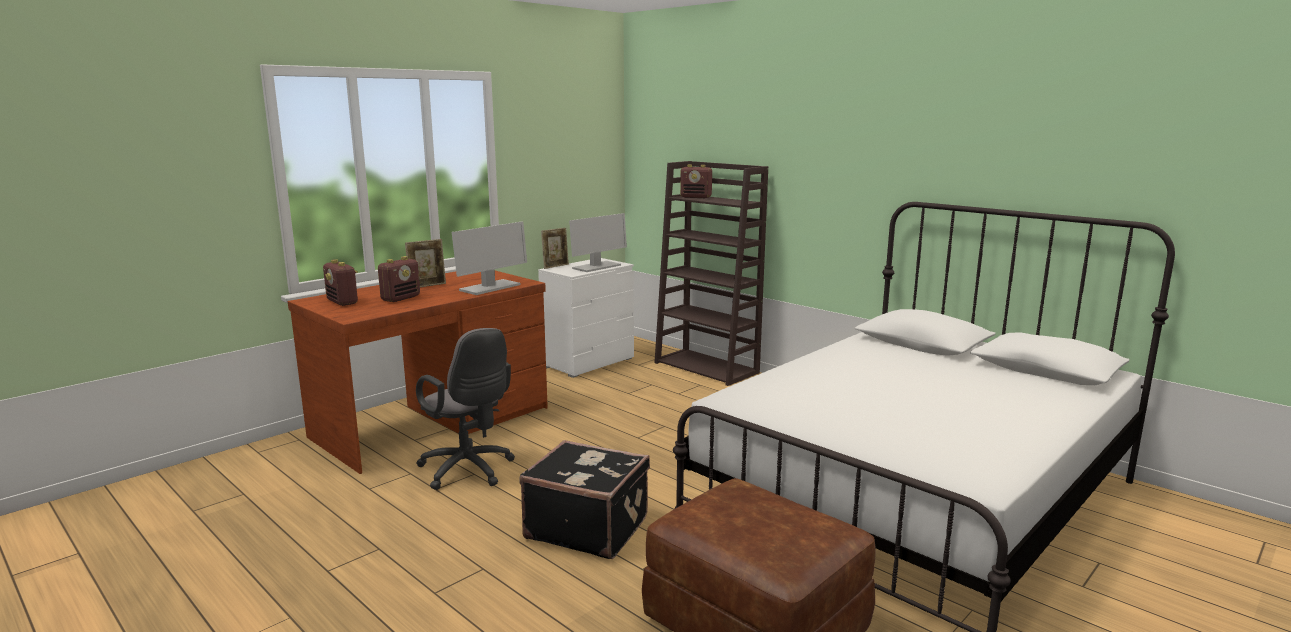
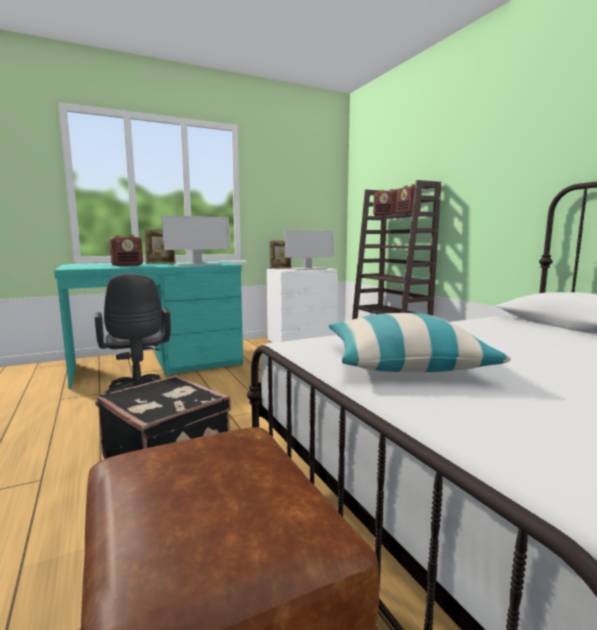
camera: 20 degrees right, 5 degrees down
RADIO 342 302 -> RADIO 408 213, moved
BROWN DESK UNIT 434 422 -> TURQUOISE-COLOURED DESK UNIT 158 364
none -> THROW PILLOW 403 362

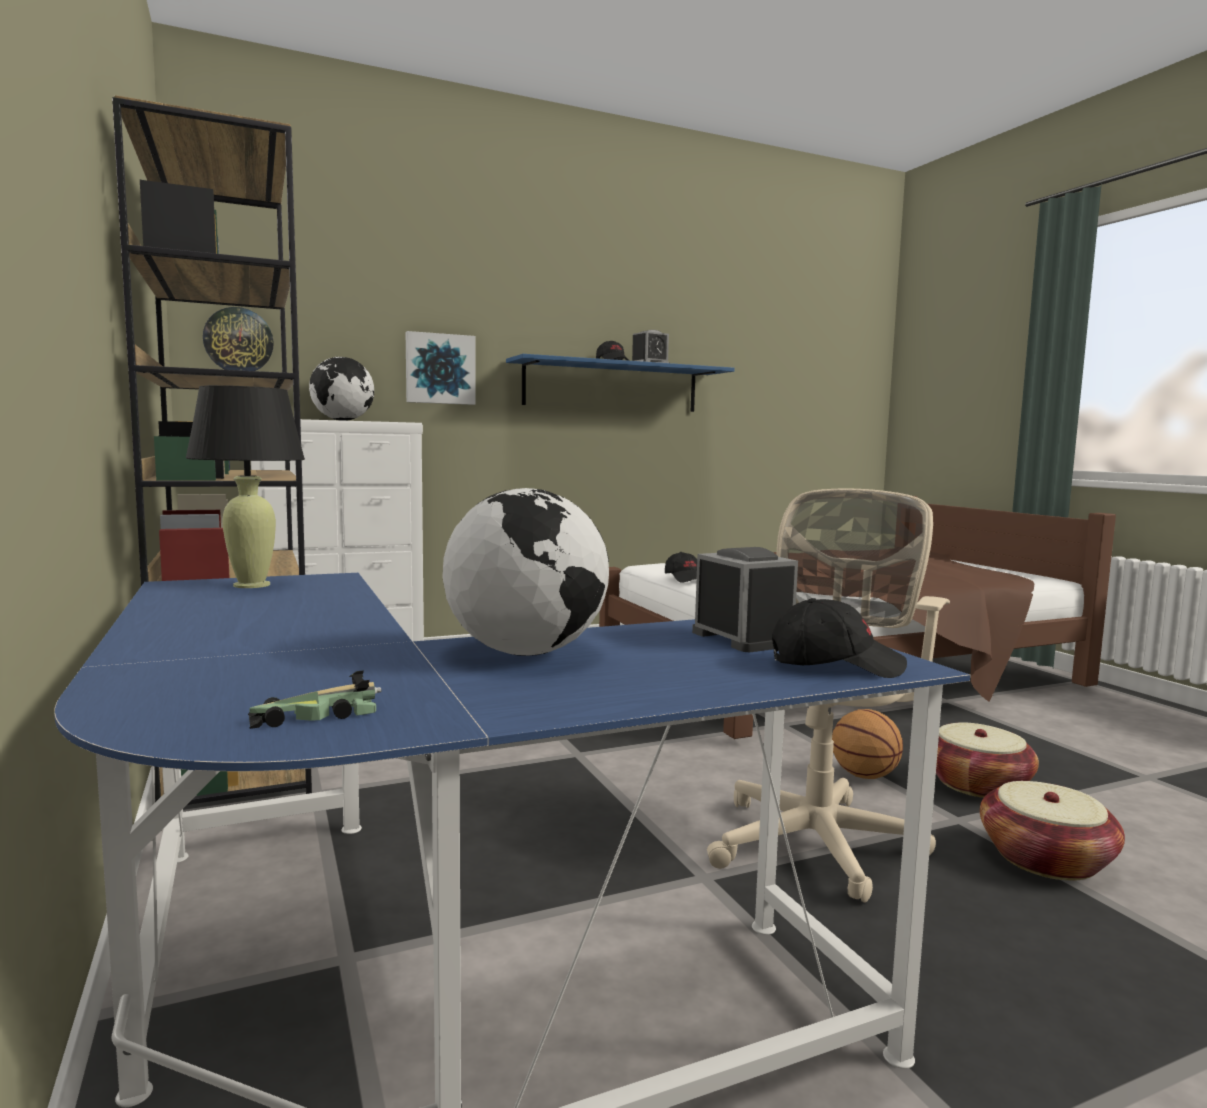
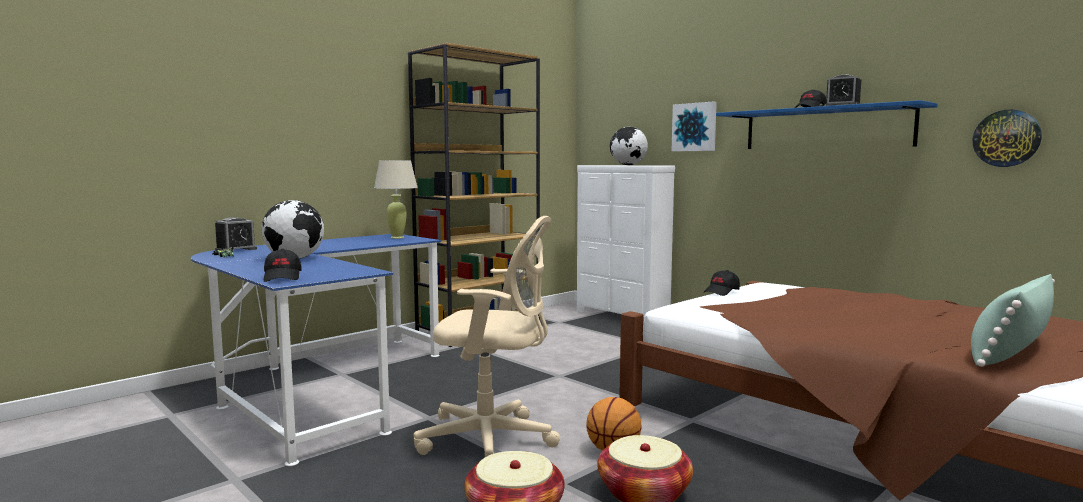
camera: 70 degrees right, 0 degrees up
HANGING CLOCK 238 340 -> HANGING CLOCK 1006 138, moved
BLACK LAMP FOR A TABLE 252 585 -> SAND-COLOURED LAMP FOR A TABLE 397 237
ALARM CLOCK 743 638 -> ALARM CLOCK 236 249, moved
none -> GREENISH THROW PILLOW 1009 351

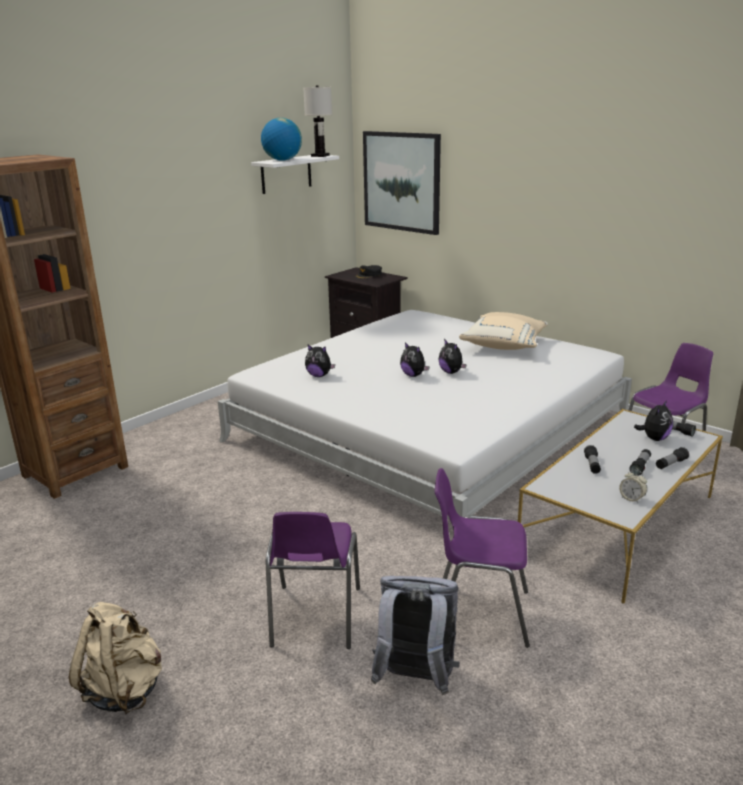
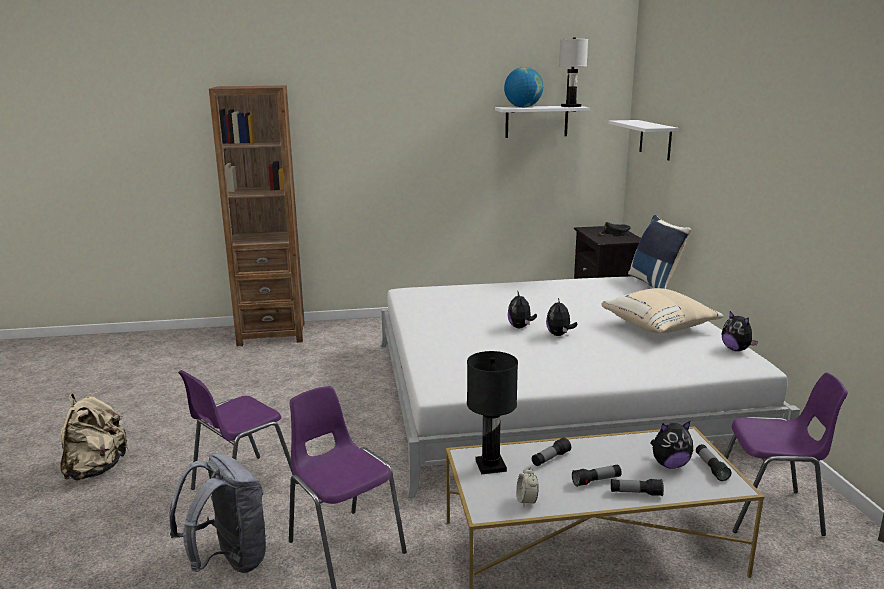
camera: 40 degrees right, 5 degrees down
PICTURE 401 182 -> WHITISH BRACKET SHELF 655 139
PLUSH TOY 319 375 -> PLUSH TOY 736 349, moved
none -> BLUE-COLOURED THROW PILLOW 655 284
none -> BLACK LAMP FOR A TABLE 491 466

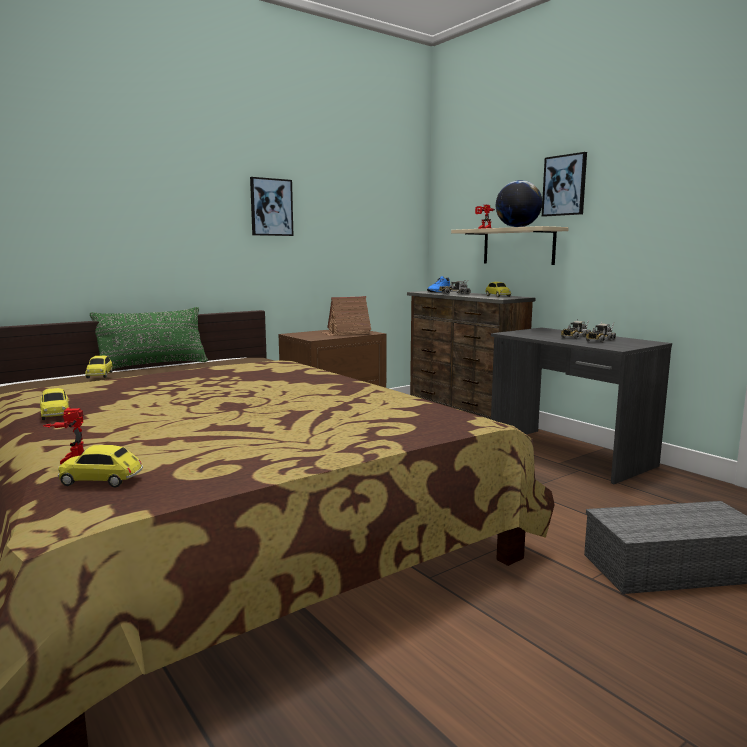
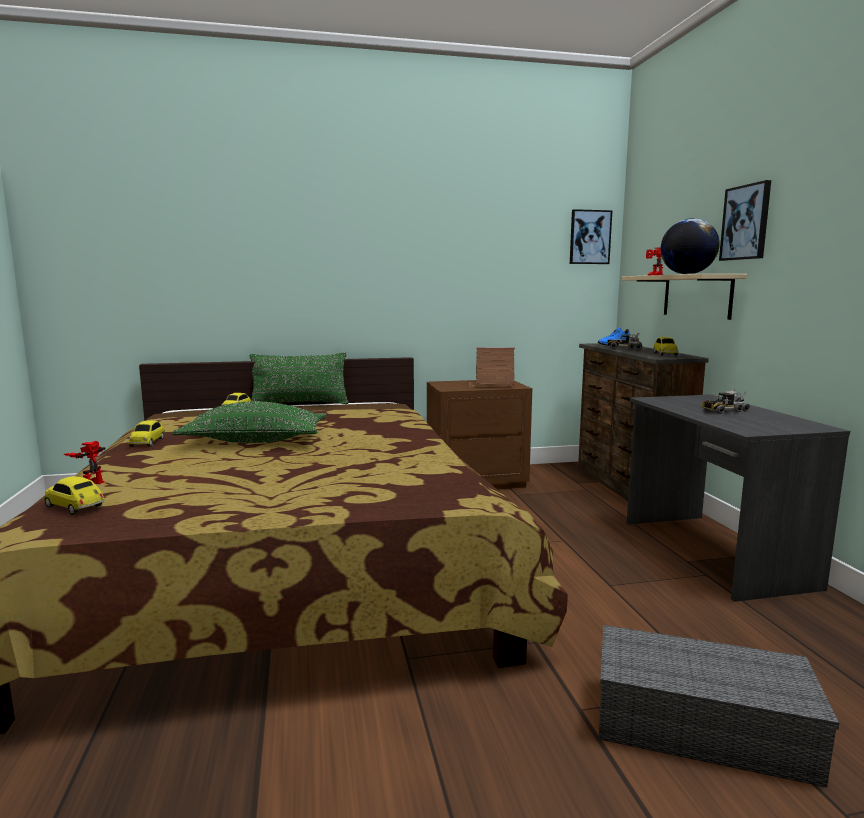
camera: 25 degrees right, 0 degrees up
PICTURE 271 207 -> PICTURE 589 237, moved
MODEL TRUCK 599 340 -> none
none -> GREENISH THROW PILLOW 255 441

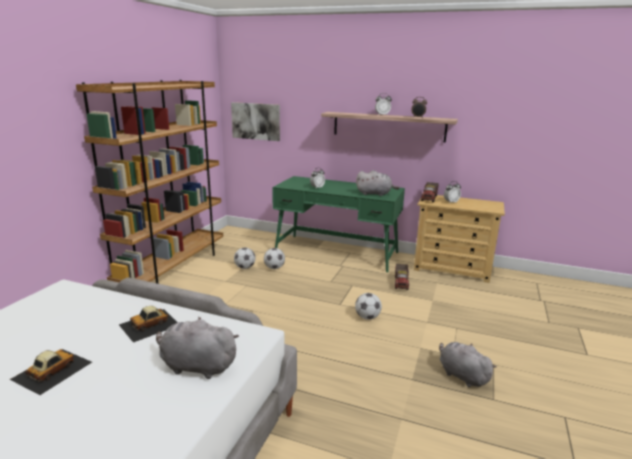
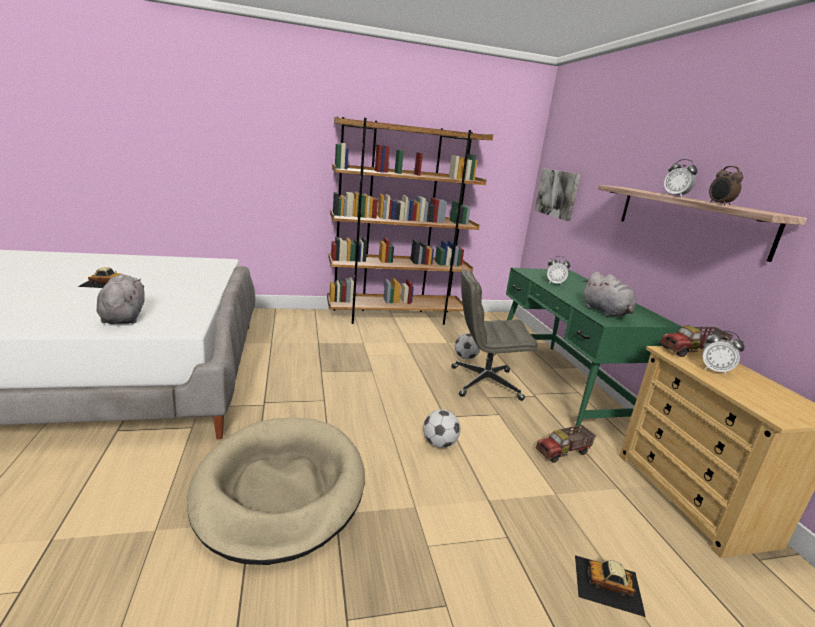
camera: 55 degrees right, 0 degrees up
FOOTBALL 245 267 -> none
MINIATURE CAR 150 324 -> MINIATURE CAR 608 584, moved
GREYISH PLUSH TOY 461 375 -> none
none -> GREYISH DESK CHAIR 484 383
none -> SAND-COLOURED DOG BED 280 489

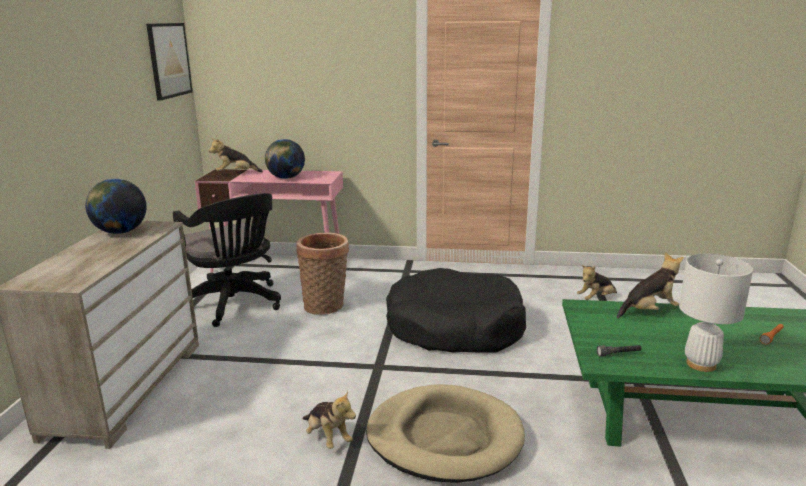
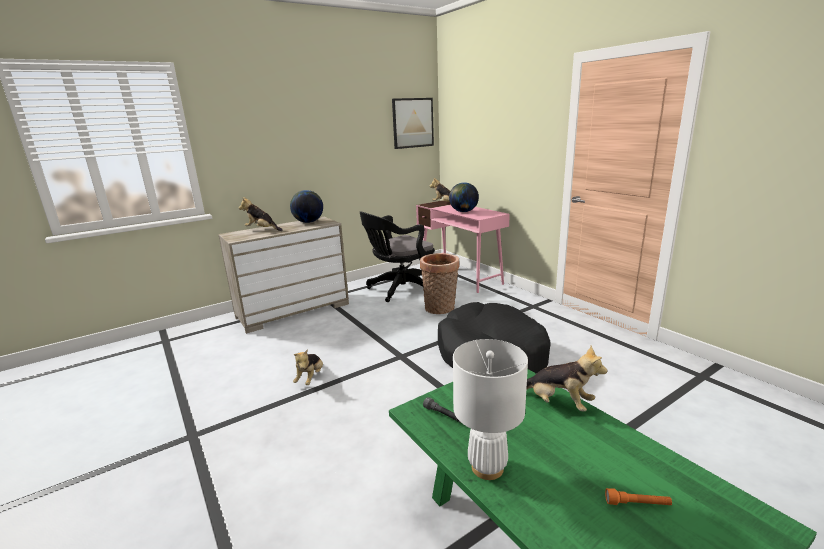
camera: 50 degrees right, 0 degrees up
BLACK DESK CHAIR 234 305 -> BLACK DESK CHAIR 399 289, 45 degrees clockwise
PLUSH TOY 596 299 -> PLUSH TOY 262 230, moved
SAND-COLOURED DOG BED 444 437 -> none

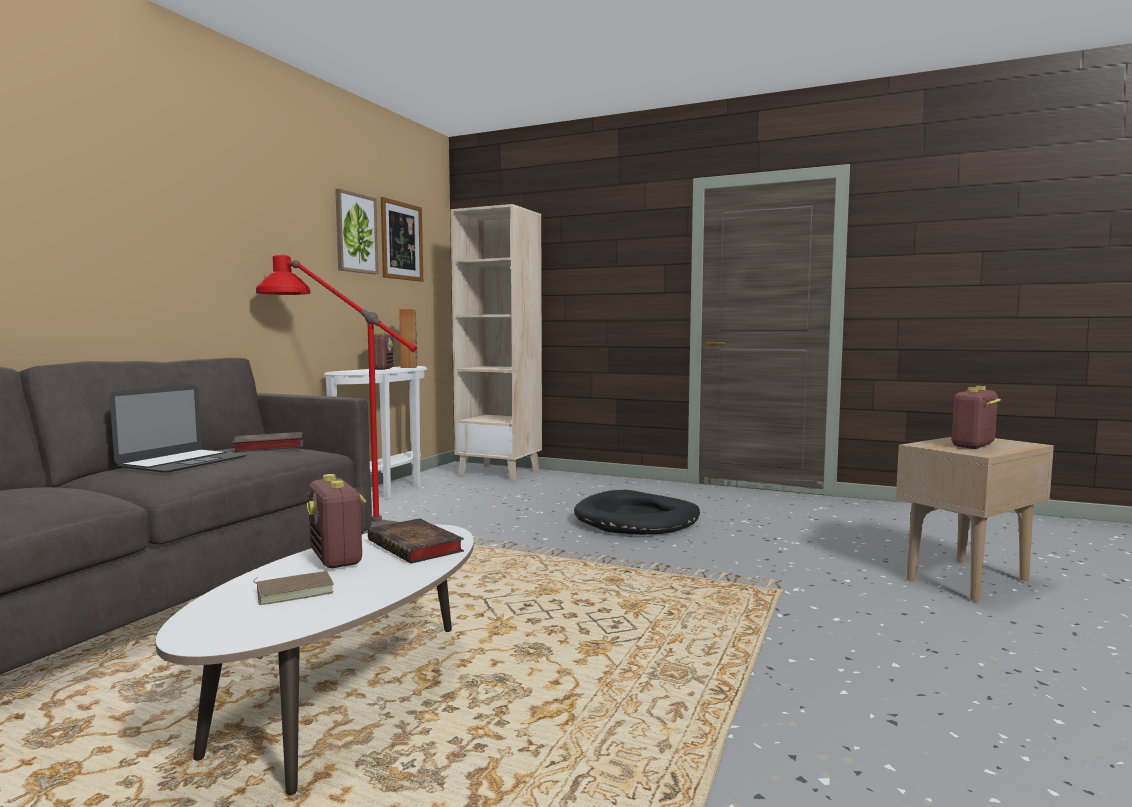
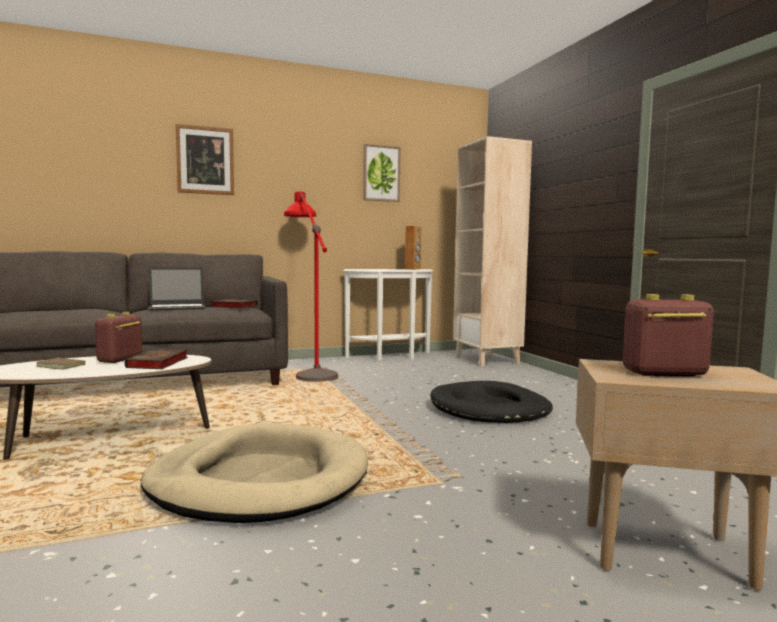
camera: 45 degrees right, 0 degrees up
PICTURE 401 241 -> PICTURE 205 160, moved
RADIO 381 369 -> none
none -> SAND-COLOURED DOG BED 259 480

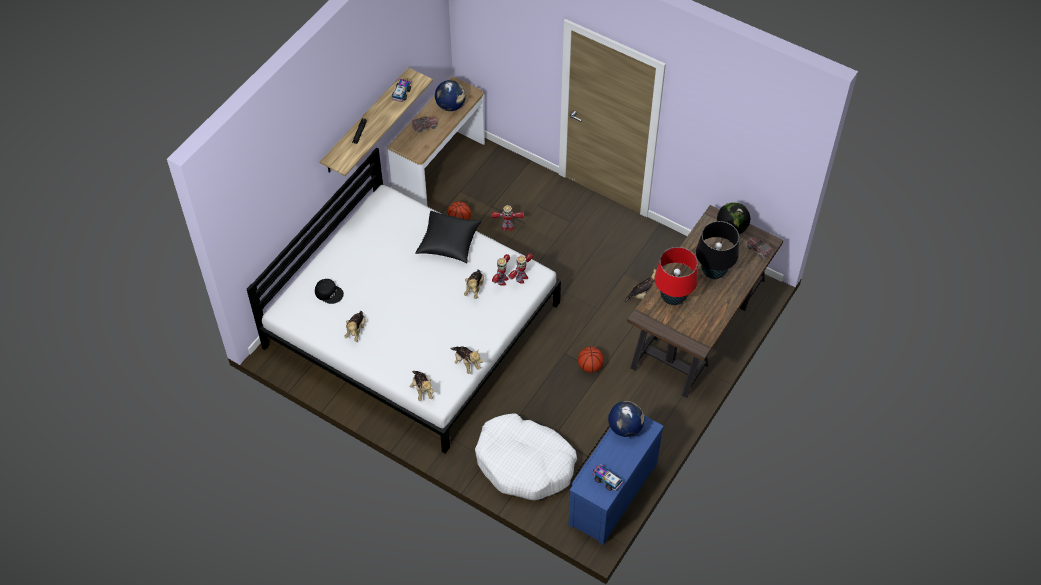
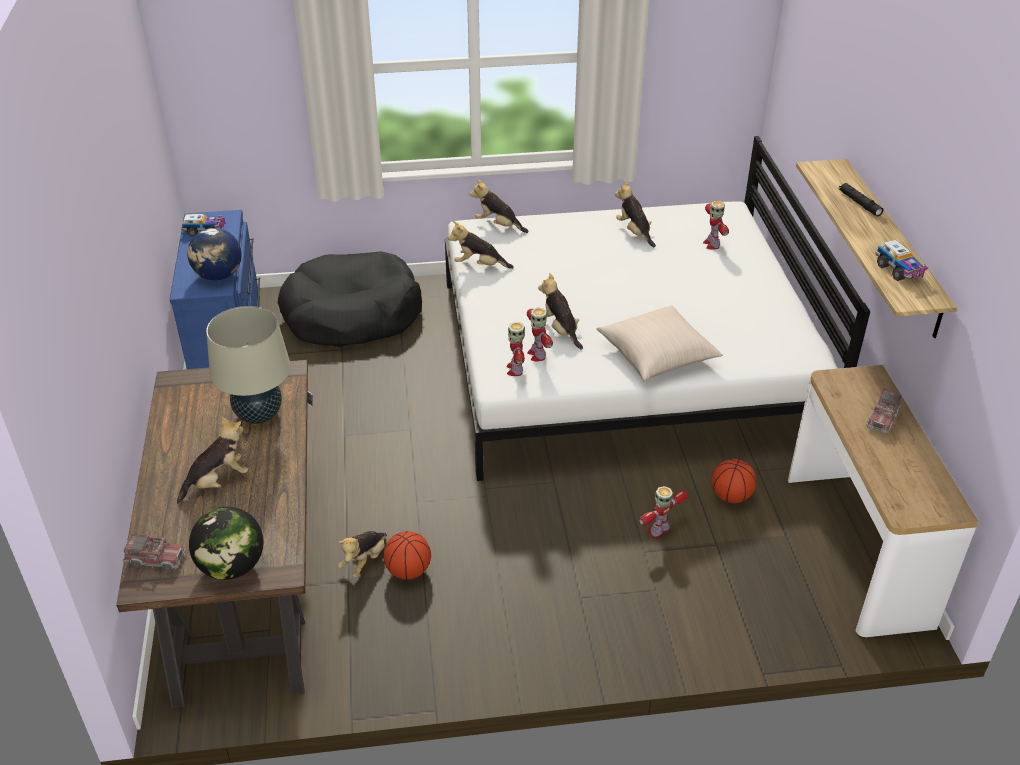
camera: 140 degrees right, 15 degrees down
GLOBE 451 106 -> none
BLACK THROW PILLOW 449 243 -> SAND-COLOURED THROW PILLOW 657 355
BLACK LAMP FOR A TABLE 713 272 -> PLUSH TOY 218 481
RED-COLOURED LAMP FOR A TABLE 673 298 -> SAND-COLOURED LAMP FOR A TABLE 259 415
BLACK CAP 329 292 -> ROBOT FIGURE 711 244
BASKETBALL 590 366 -> BASKETBALL 408 571, moved
WHITISH DOG BED 525 463 -> BLACK DOG BED 351 315

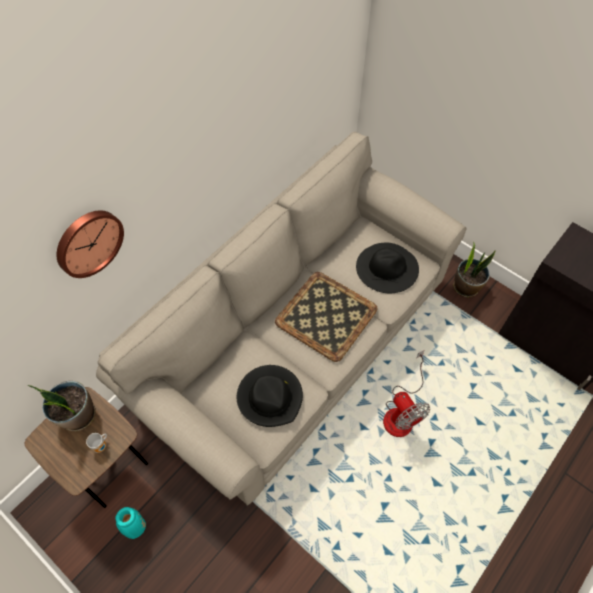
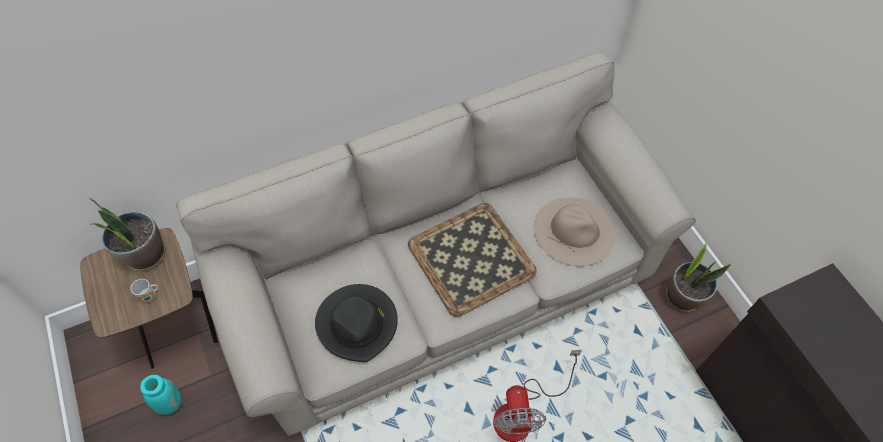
camera: 25 degrees right, 0 degrees up
HANGING CLOCK 88 242 -> none
BLACK CLOTHING HAT 387 267 -> SAND-COLOURED CLOTHING HAT 574 230

